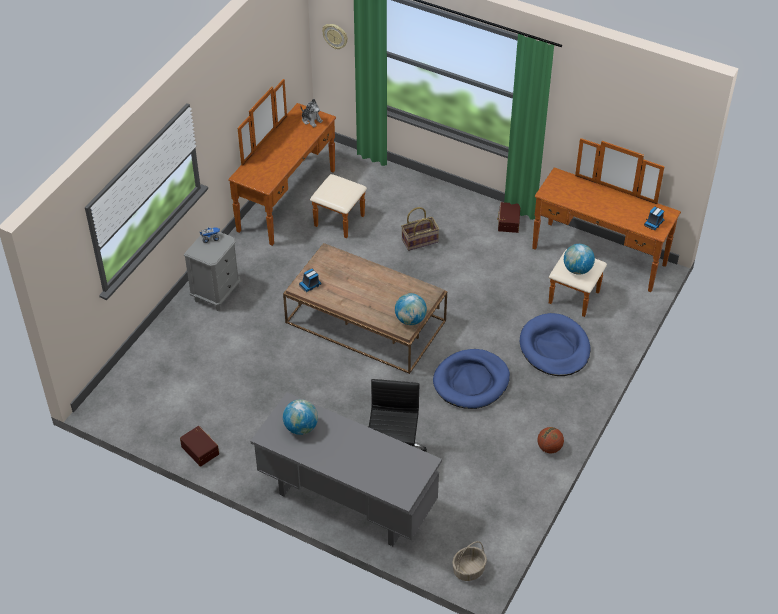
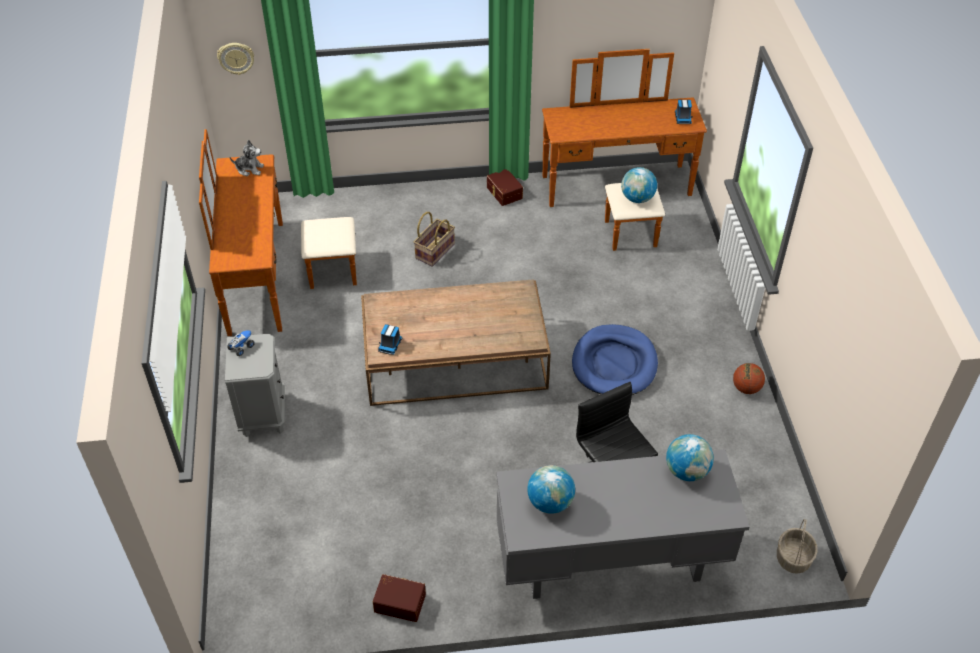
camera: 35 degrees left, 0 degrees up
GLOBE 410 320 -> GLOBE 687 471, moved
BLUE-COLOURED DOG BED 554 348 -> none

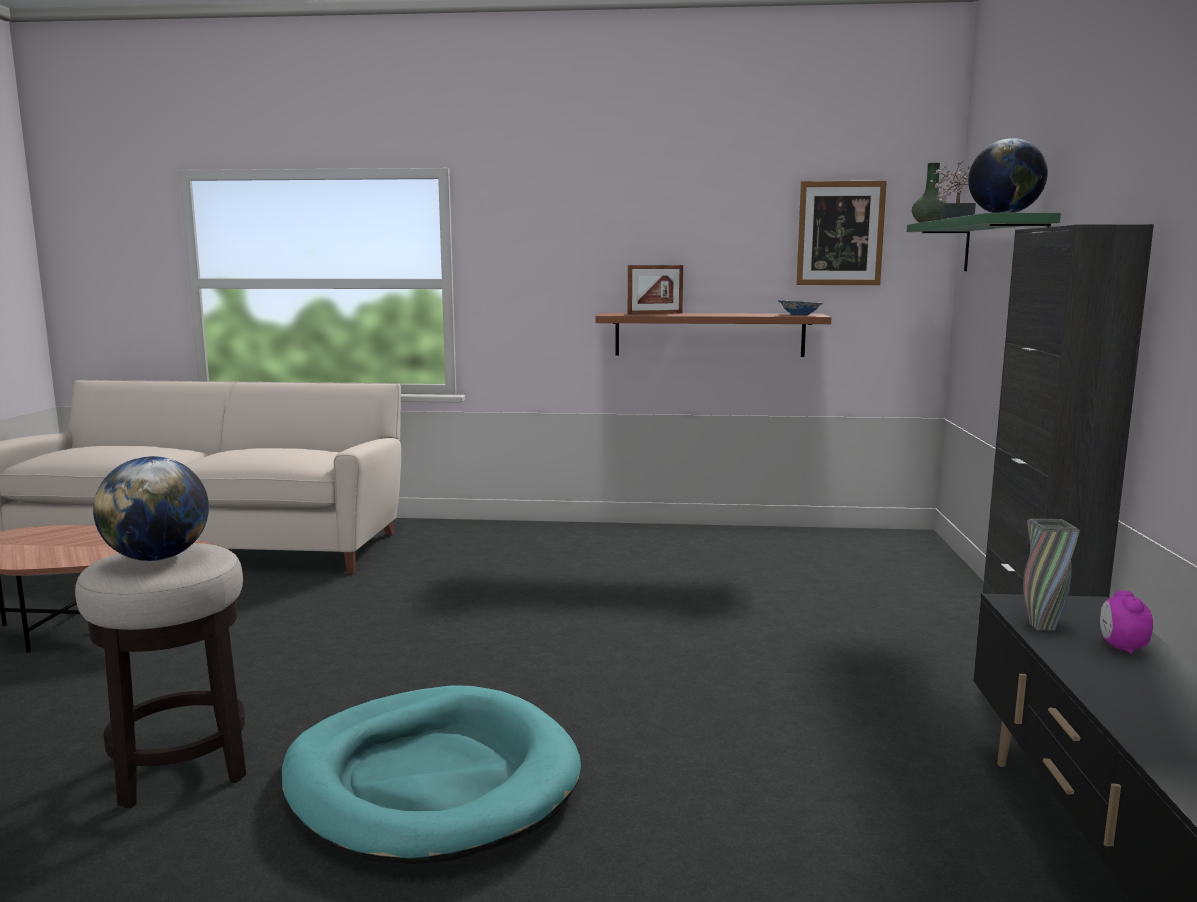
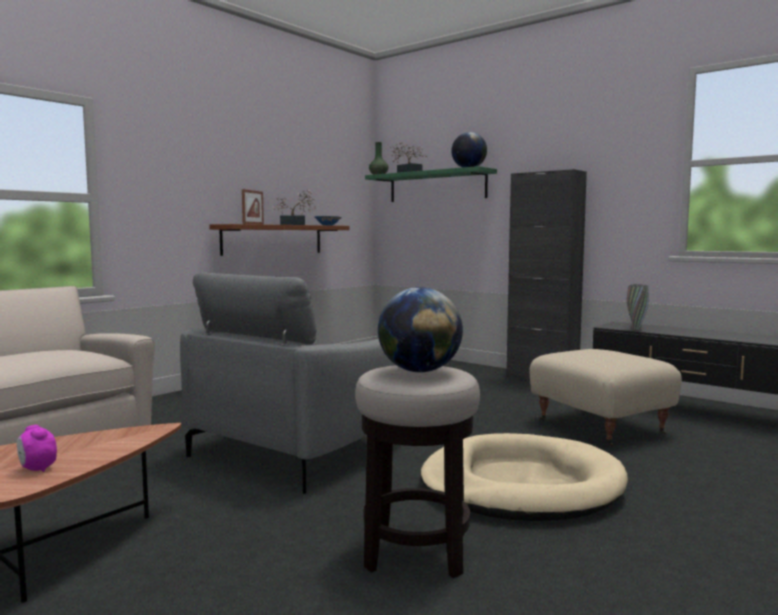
camera: 55 degrees left, 5 degrees down
PICTURE 840 233 -> none
ALARM CLOCK 1121 647 -> ALARM CLOCK 37 469, moved
TURQUOISE-COLOURED DOG BED 431 781 -> SAND-COLOURED DOG BED 520 485
none -> POTTED PLANT 296 224
none -> GREYISH LOUNGE CHAIR 297 450
none -> SAND-COLOURED OTTOMAN 600 427

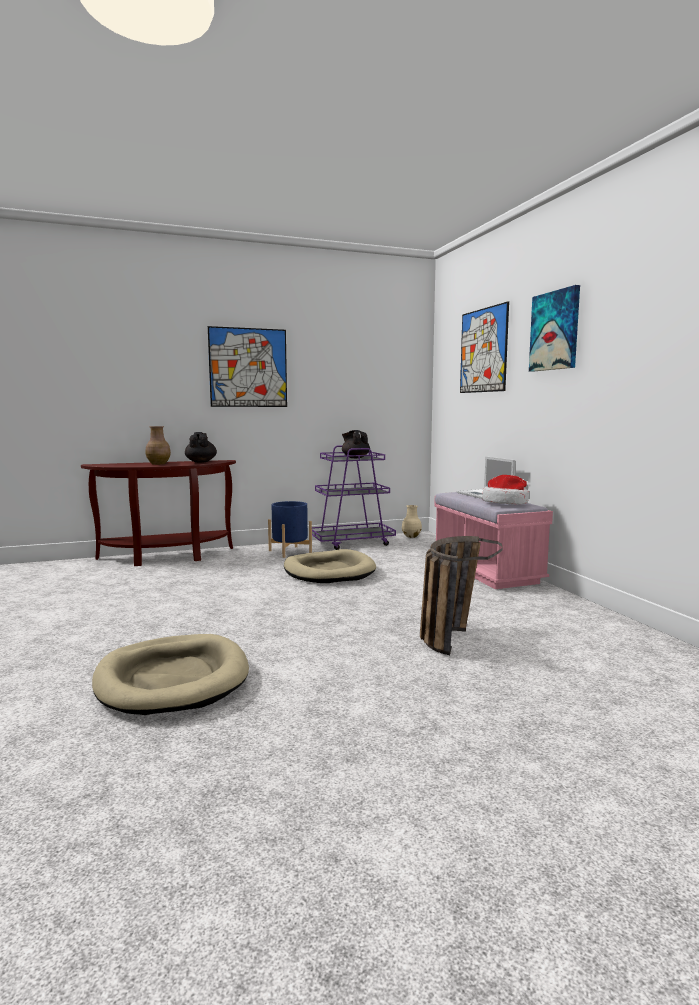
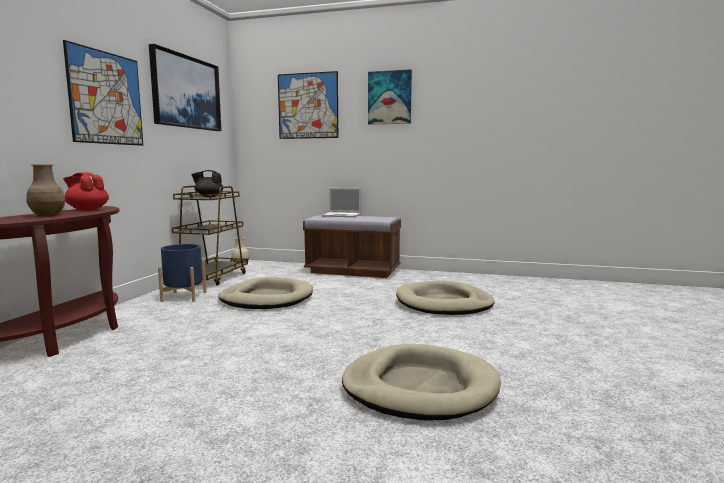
camera: 55 degrees left, 0 degrees up
BLACK TEA POT 201 462 -> RED-COLOURED TEA POT 87 210
PURPLE CART 352 542 -> BROWN CART 212 278
CLOTHING HAT 506 503 -> none
PINK-COLOURED LONG SEAT 486 571 -> BROWN LONG SEAT 353 271
STORAGE BASKET 451 635 -> SAND-COLOURED DOG BED 444 303
none -> PICTURE 186 92

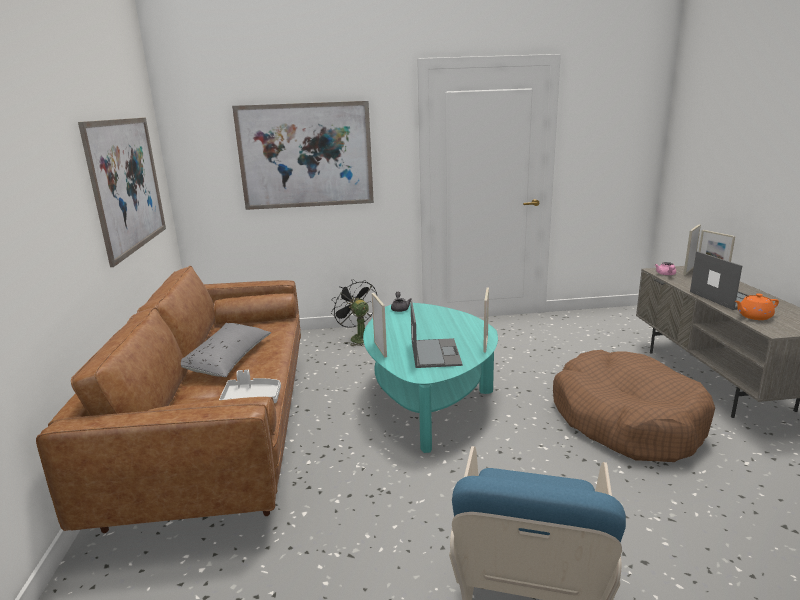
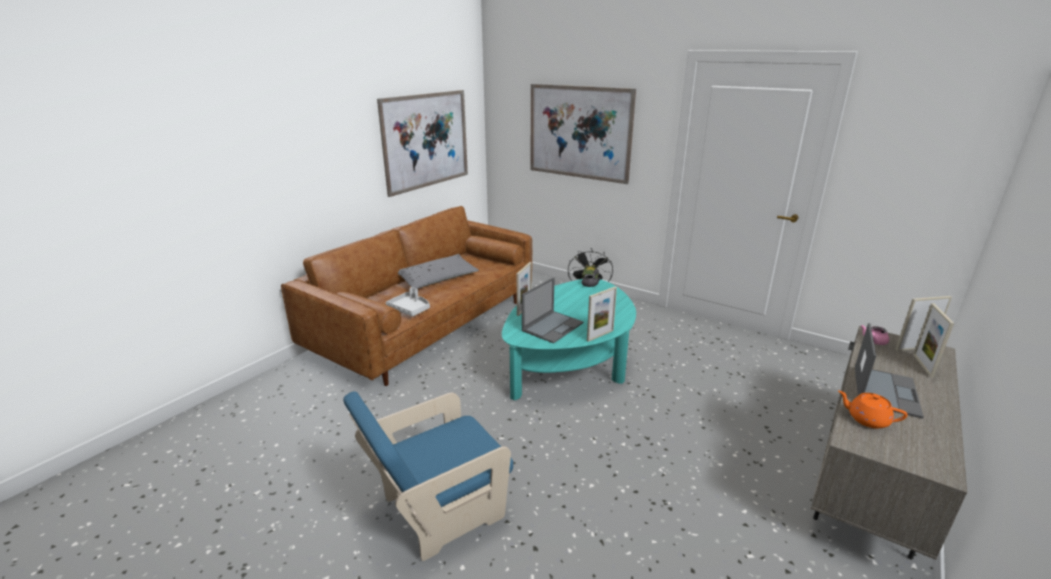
camera: 40 degrees right, 5 degrees up
BROWN DOG BED 626 420 -> none

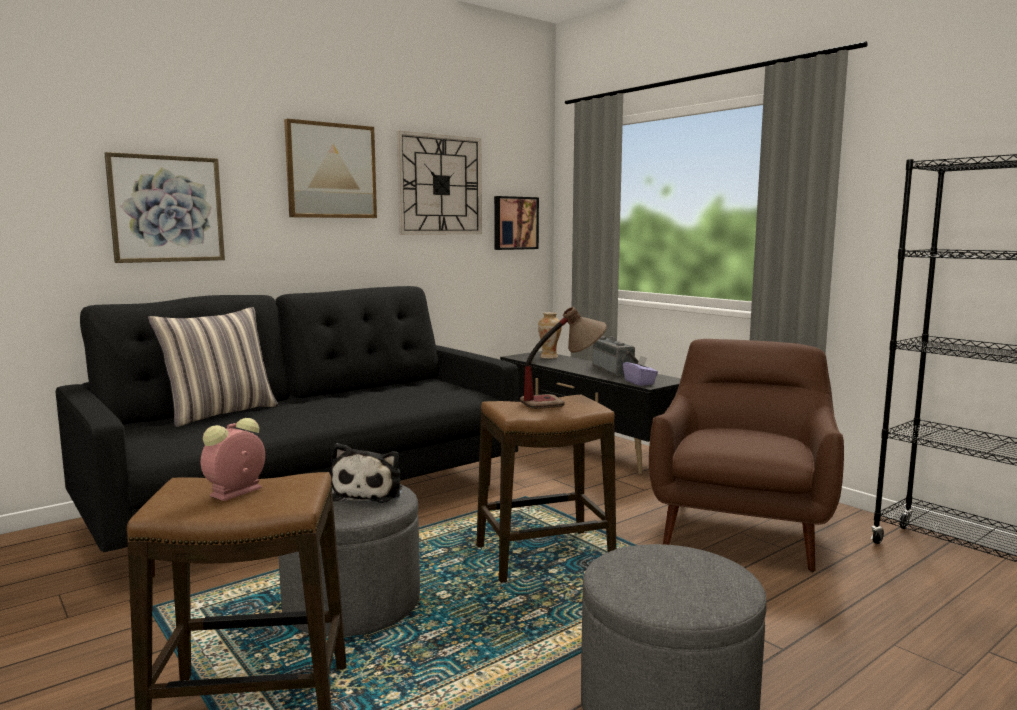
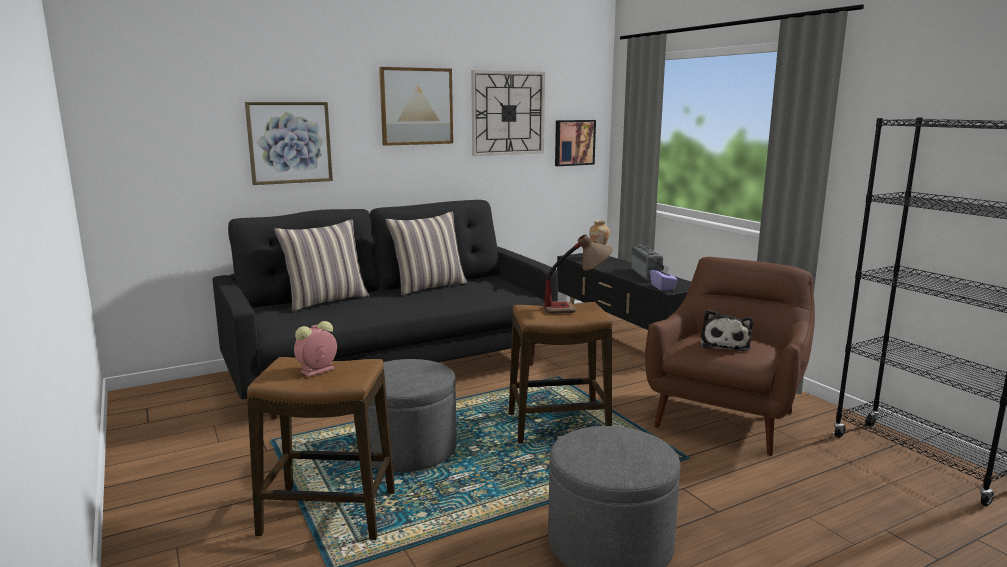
camera: 10 degrees right, 5 degrees up
PLUSH TOY 369 493 -> PLUSH TOY 725 344, moved
none -> THROW PILLOW 429 287

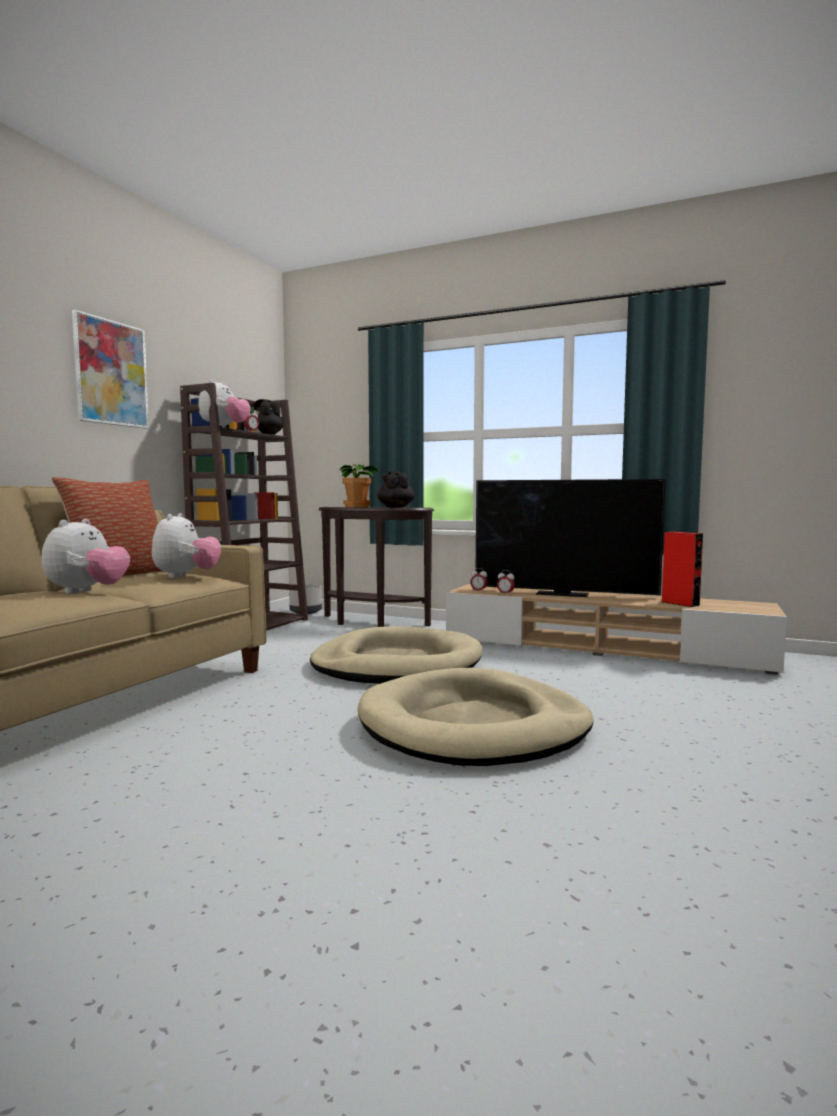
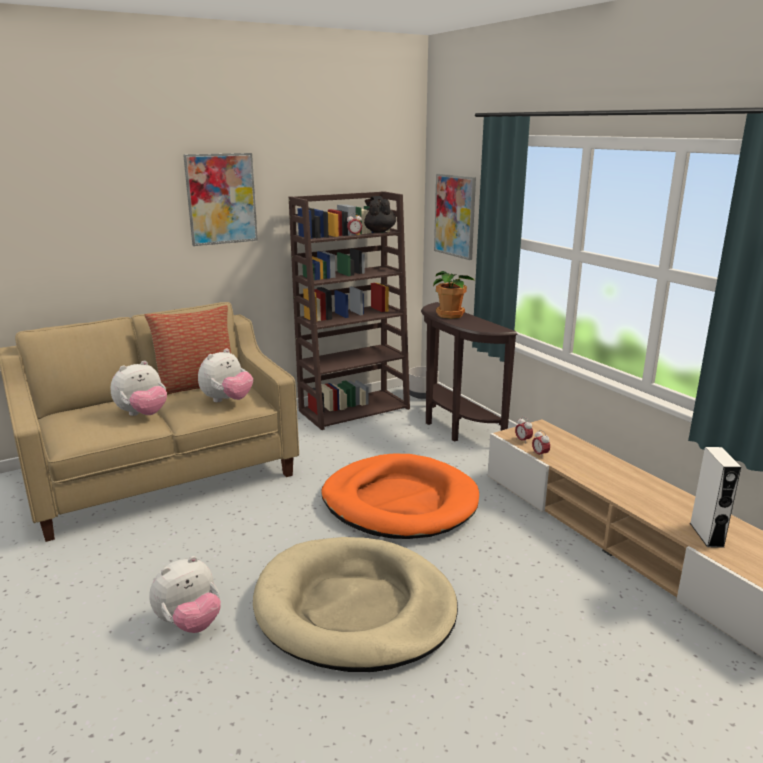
camera: 35 degrees right, 15 degrees up
PLUSH TOY 224 428 -> PLUSH TOY 189 623, moved
BLACK TEA POT 395 507 -> none
TV SET 563 593 -> none
RED-COLOURED SPEAKER 680 603 -> WHITISH SPEAKER 706 534
SAND-COLOURED DOG BED 396 664 -> ORANGE-COLOURED DOG BED 399 502
none -> PICTURE 455 216

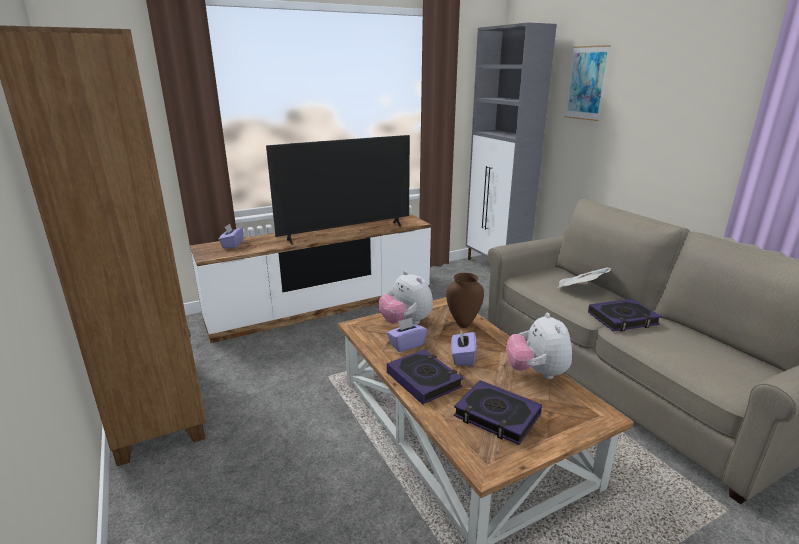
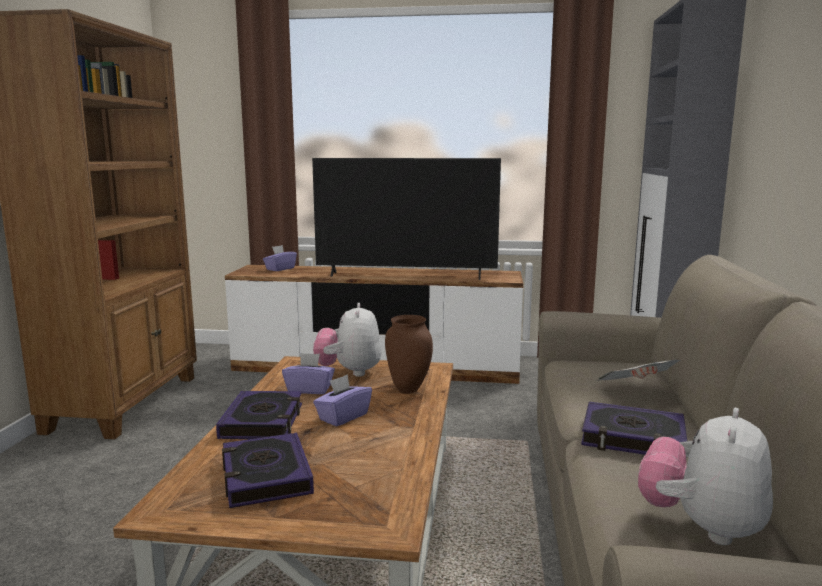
camera: 35 degrees right, 10 degrees down
PICTURE 586 83 -> none
PLUSH TOY 536 373 -> PLUSH TOY 701 527, moved

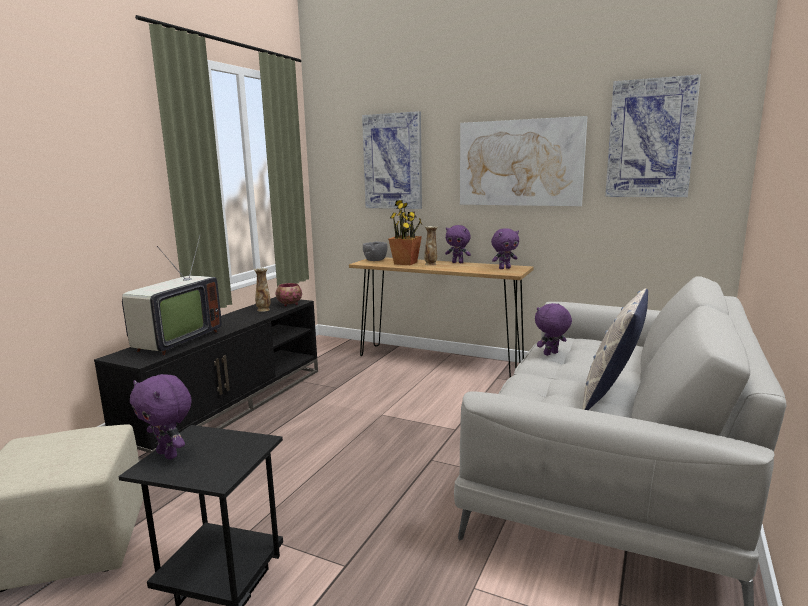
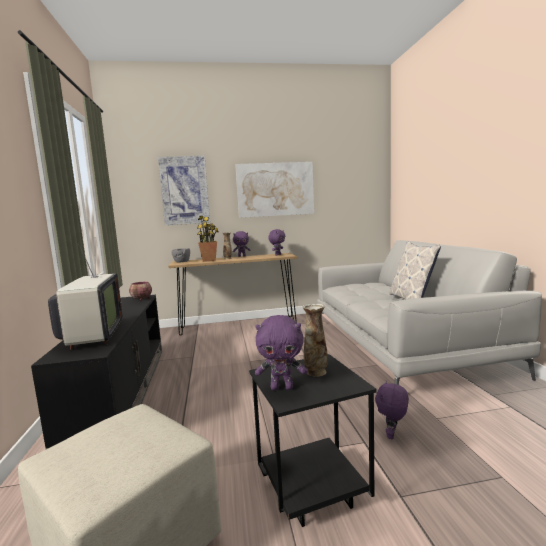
camera: 35 degrees left, 5 degrees down
PICTURE 650 139 -> none
FLOWER VASE 263 310 -> FLOWER VASE 316 372, moved
PURPLE PLUSH TOY 551 354 -> PURPLE PLUSH TOY 392 435, moved

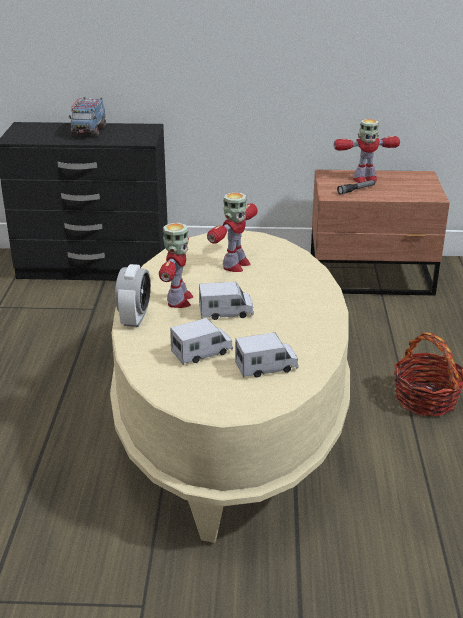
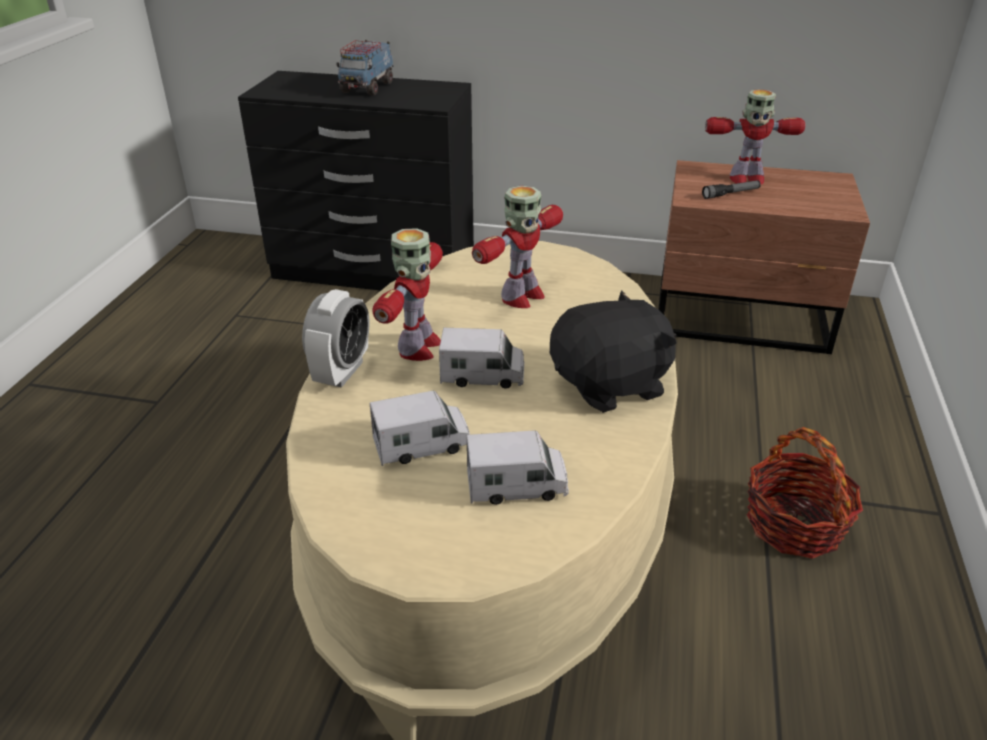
camera: 10 degrees right, 5 degrees up
none -> BLACK PLUSH TOY 611 385

